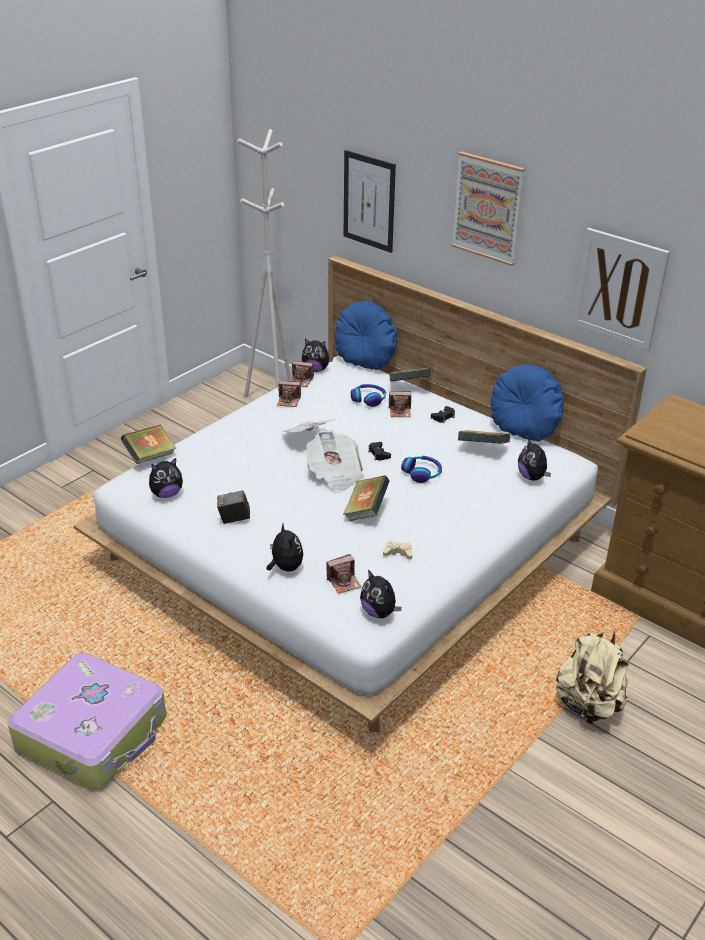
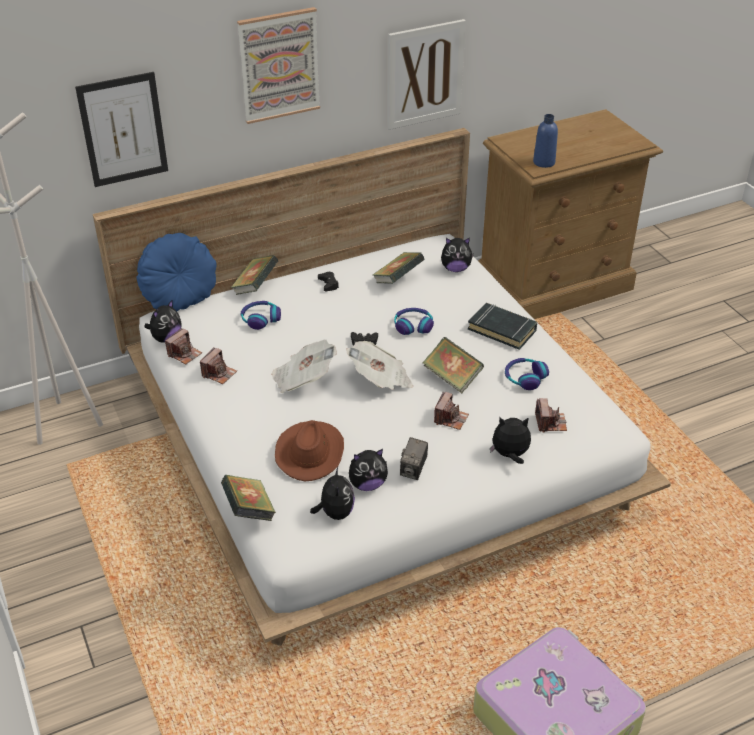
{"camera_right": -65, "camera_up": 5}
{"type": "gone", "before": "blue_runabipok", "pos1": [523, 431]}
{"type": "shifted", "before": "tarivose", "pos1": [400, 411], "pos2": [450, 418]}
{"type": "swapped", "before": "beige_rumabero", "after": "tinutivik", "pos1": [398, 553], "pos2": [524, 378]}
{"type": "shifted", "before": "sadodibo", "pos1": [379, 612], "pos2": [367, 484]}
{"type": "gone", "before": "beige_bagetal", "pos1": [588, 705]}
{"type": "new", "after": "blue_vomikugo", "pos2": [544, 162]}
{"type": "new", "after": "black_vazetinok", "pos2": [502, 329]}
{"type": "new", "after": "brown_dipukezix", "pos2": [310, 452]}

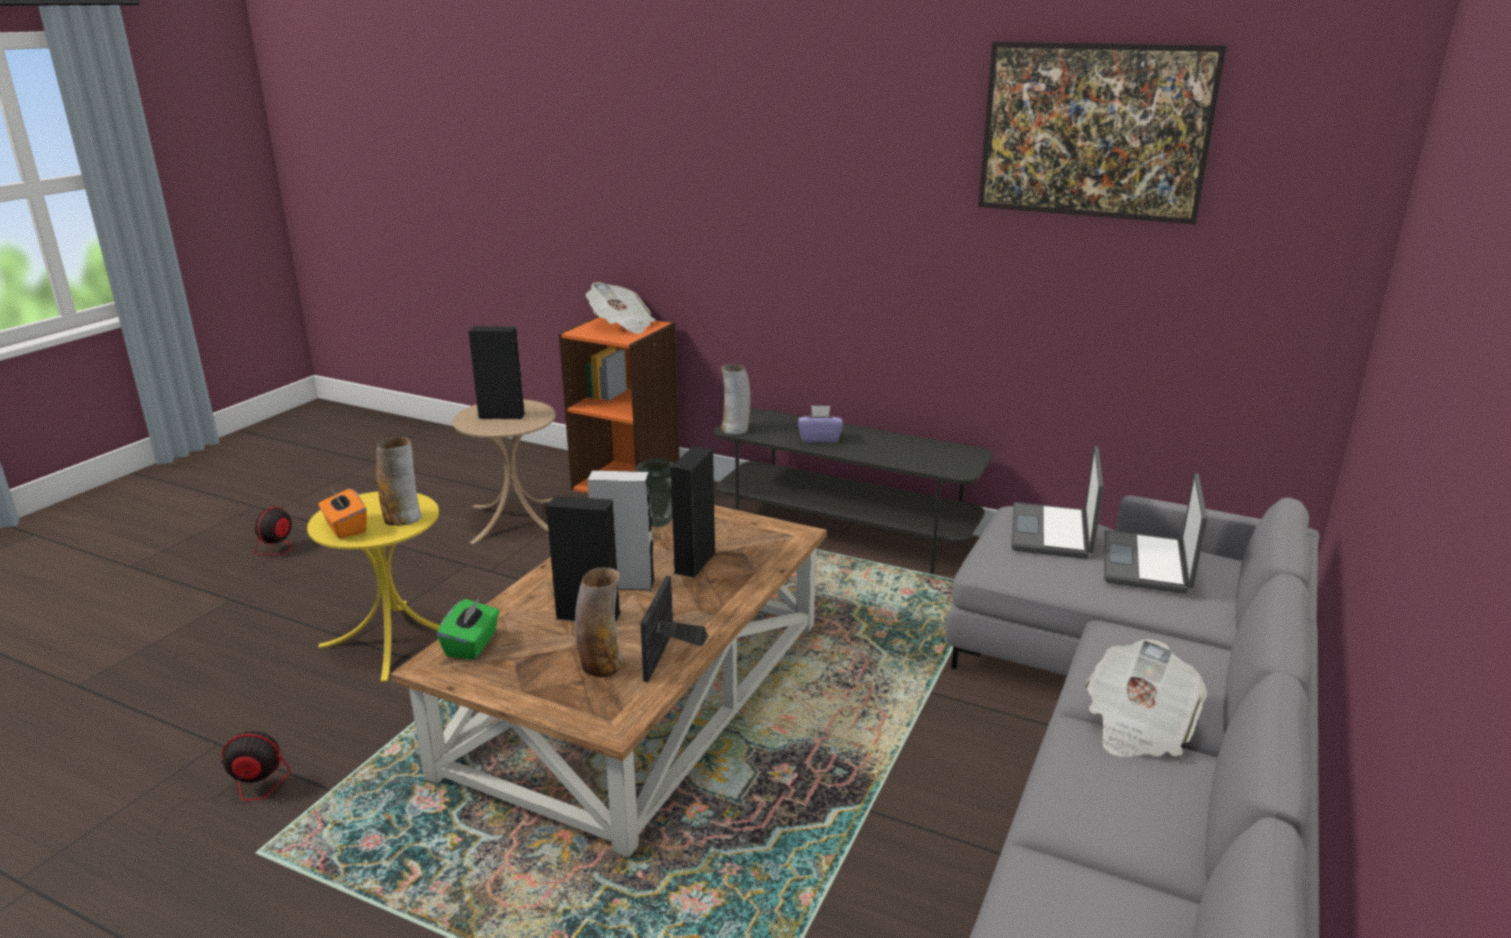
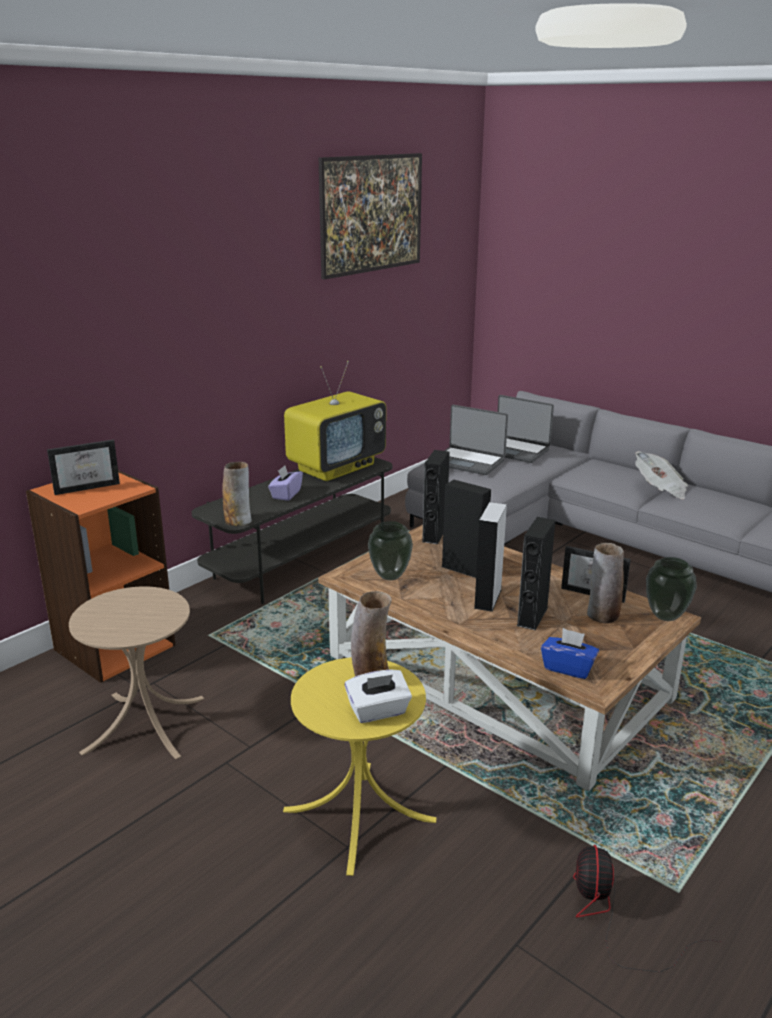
{"camera_right": -75, "camera_up": 0}
{"type": "swapped", "before": "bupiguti", "after": "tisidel", "pos1": [621, 325], "pos2": [87, 486]}
{"type": "shifted", "before": "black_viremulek", "pos1": [501, 415], "pos2": [434, 534]}
{"type": "repainted", "before": "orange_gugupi", "after": "white_gugupi", "pos1": [345, 528], "pos2": [378, 711]}
{"type": "gone", "before": "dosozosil", "pos1": [280, 558]}
{"type": "repainted", "before": "green_gugupi", "after": "blue_gugupi", "pos1": [472, 645], "pos2": [568, 668]}
{"type": "new", "after": "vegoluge", "pos2": [336, 467]}
{"type": "new", "after": "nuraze", "pos2": [666, 617]}

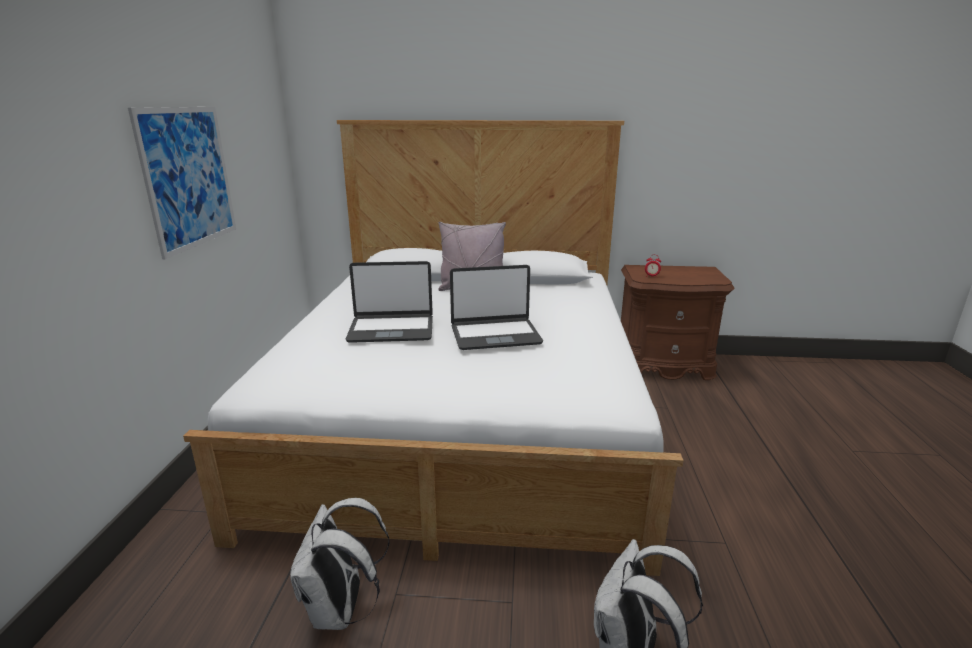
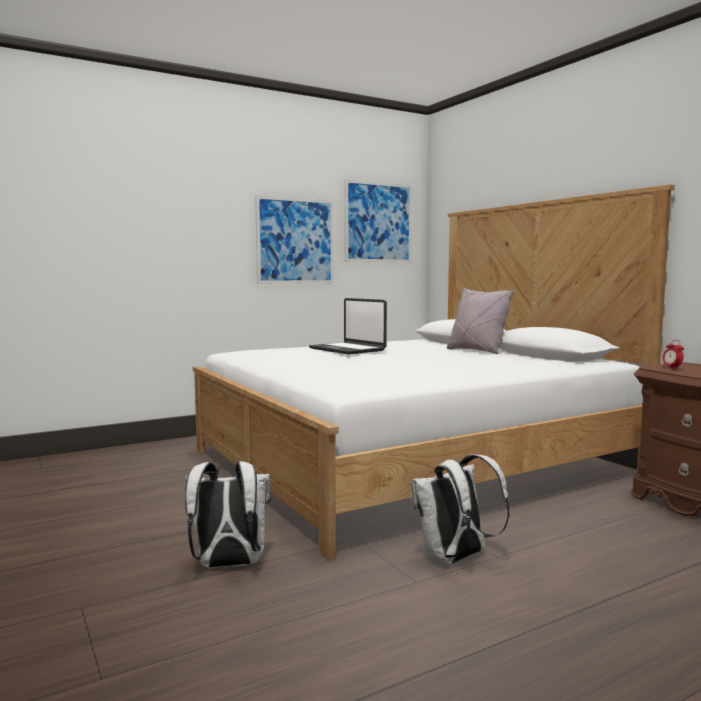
{"camera_right": 55, "camera_up": -15}
{"type": "gone", "before": "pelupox", "pos1": [495, 335]}
{"type": "shifted", "before": "white_bagetal", "pos1": [341, 610], "pos2": [455, 558]}
{"type": "new", "after": "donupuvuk", "pos2": [378, 222]}

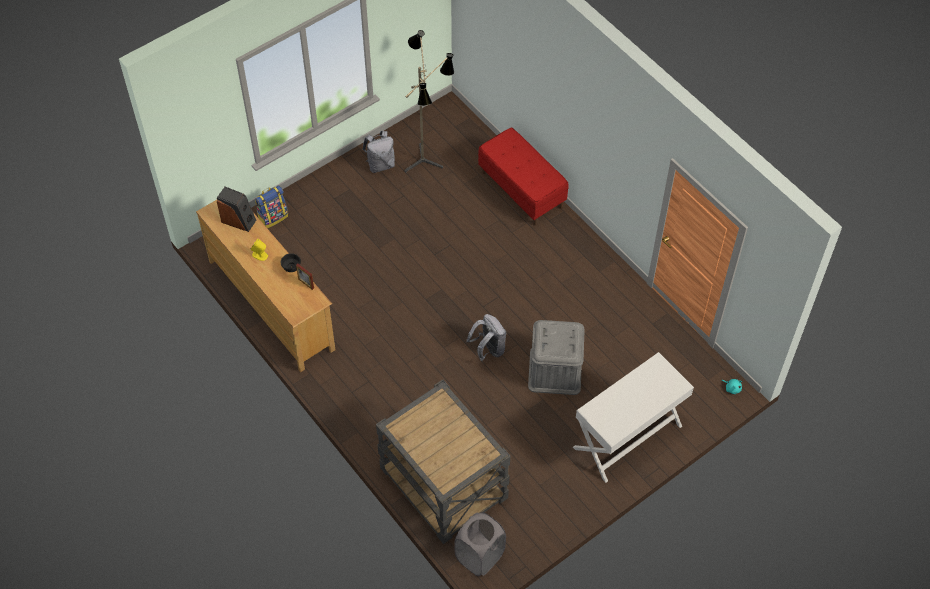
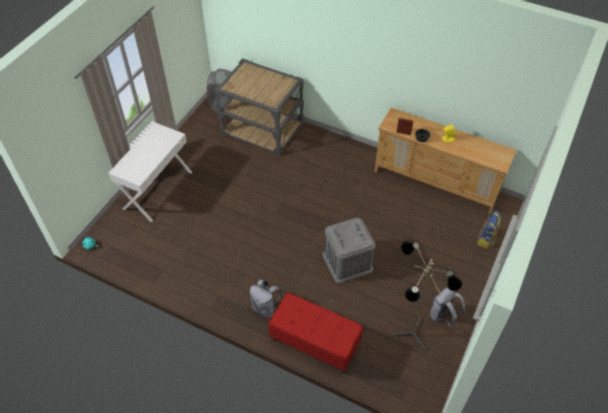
{"camera_right": 155, "camera_up": -5}
{"type": "gone", "before": "viremulek", "pos1": [239, 220]}
{"type": "shifted", "before": "grey_bagetal", "pos1": [488, 349], "pos2": [265, 308]}
{"type": "shifted", "before": "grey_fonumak", "pos1": [555, 371], "pos2": [347, 262]}

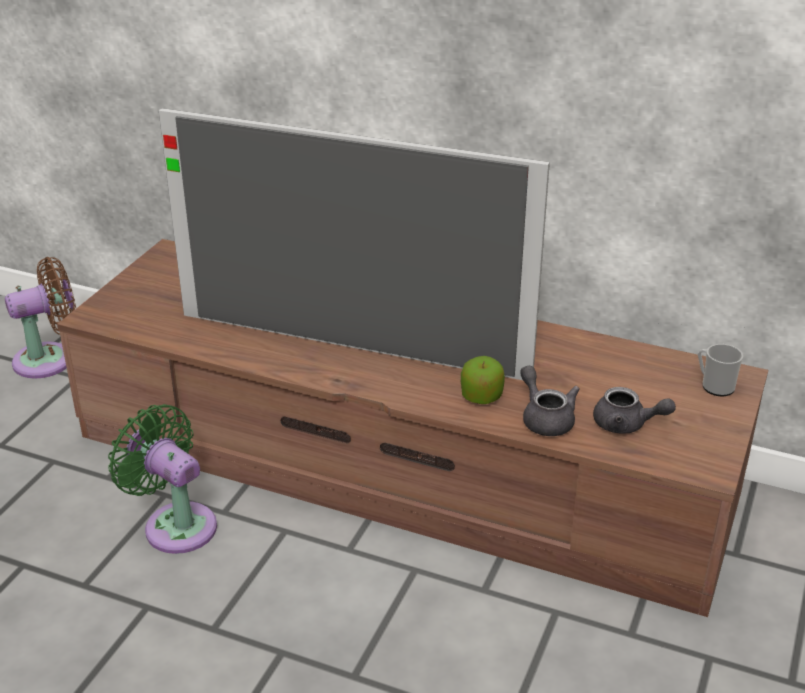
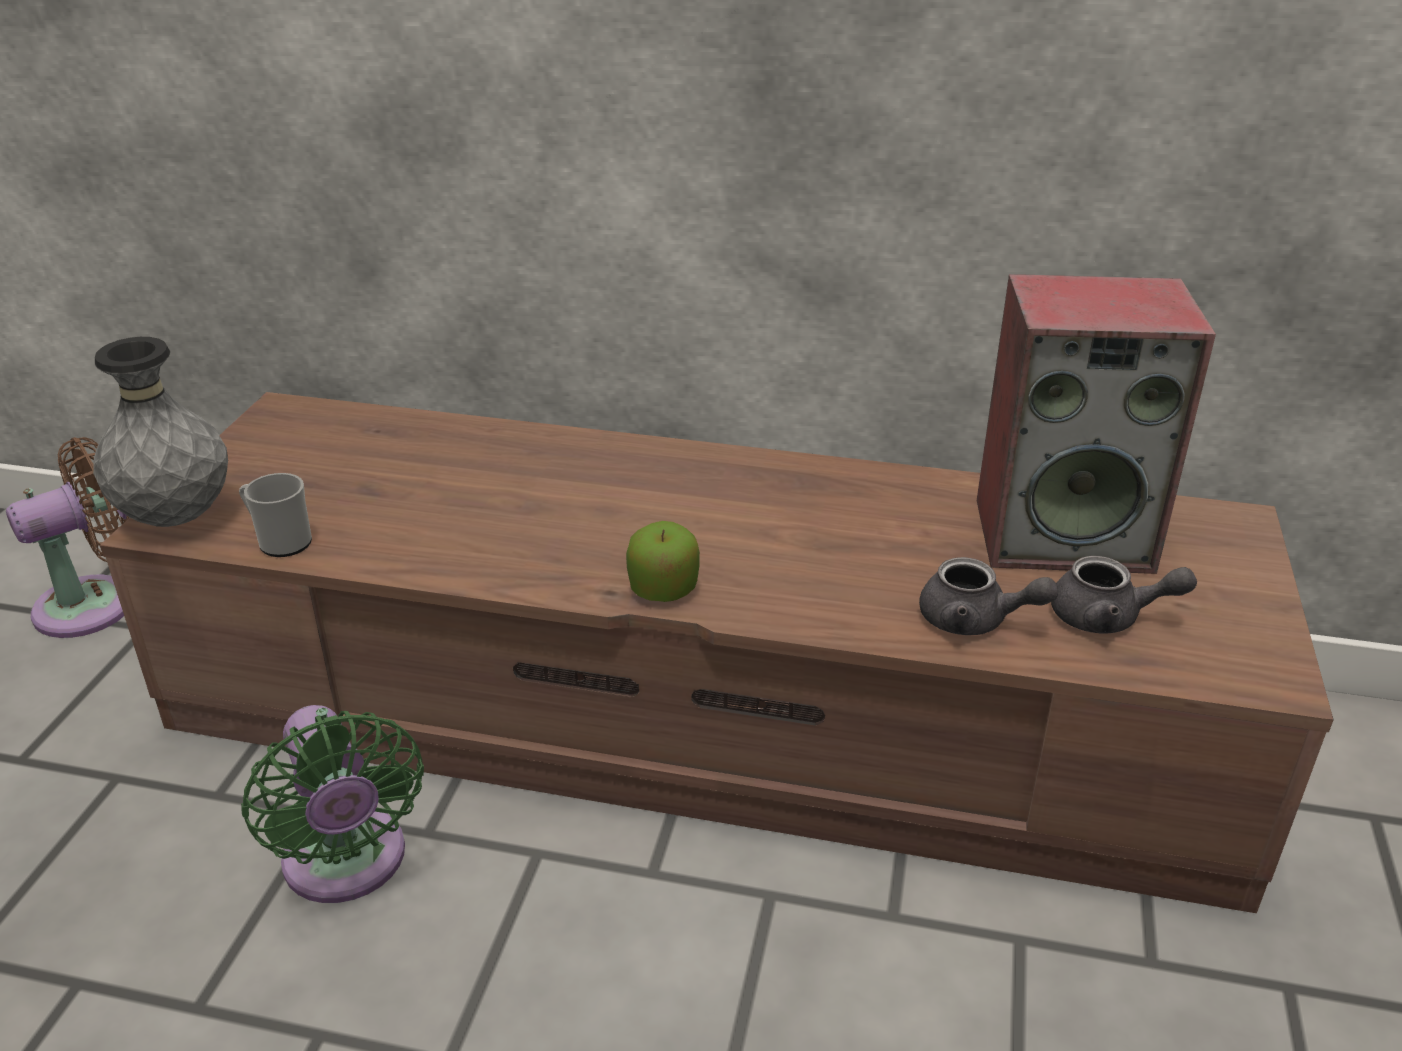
{"camera_right": -10, "camera_up": 0}
{"type": "gone", "before": "vegoluge", "pos1": [350, 346]}
{"type": "shifted", "before": "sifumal", "pos1": [714, 386], "pos2": [280, 541]}
{"type": "shifted", "before": "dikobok", "pos1": [481, 396], "pos2": [663, 589]}
{"type": "rotated", "before": "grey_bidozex", "pos1": [545, 418], "pos2": [975, 621], "turn": 150}
{"type": "rotated", "before": "green_dosozosil", "pos1": [175, 524], "pos2": [348, 866], "turn": -150}
{"type": "new", "after": "viremulek", "pos2": [1065, 534]}
{"type": "new", "after": "grey_nuraze", "pos2": [176, 518]}

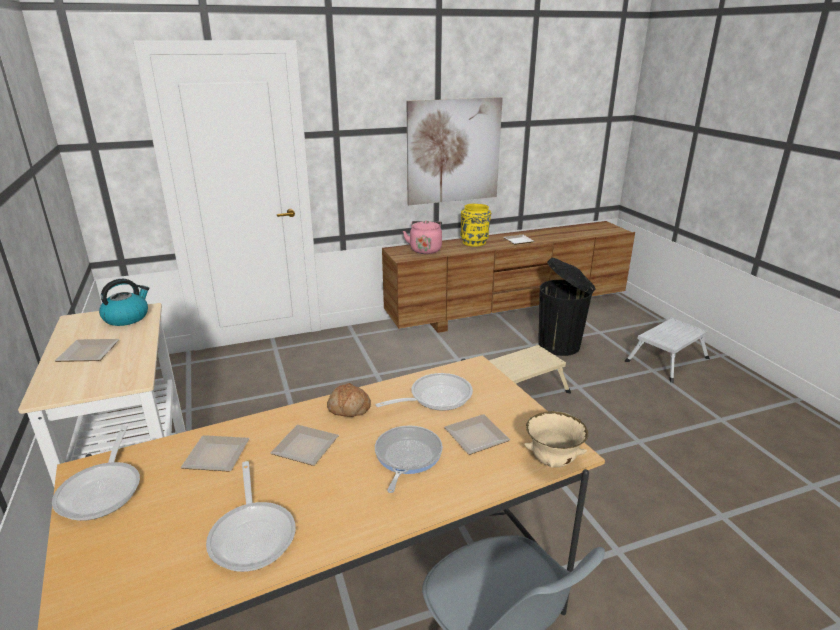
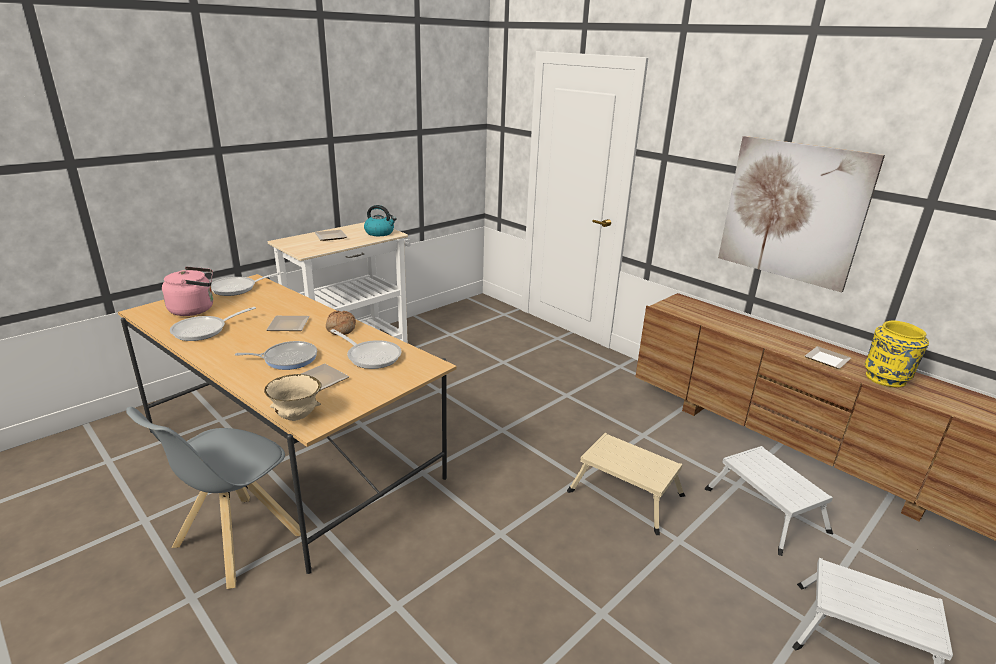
{"camera_right": 65, "camera_up": 0}
{"type": "shifted", "before": "yellow_nuraze", "pos1": [474, 242], "pos2": [886, 379]}
{"type": "shifted", "before": "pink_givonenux", "pos1": [425, 249], "pos2": [195, 309]}
{"type": "swapped", "before": "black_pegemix", "after": "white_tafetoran", "pos1": [560, 345], "pos2": [766, 510]}
{"type": "gone", "before": "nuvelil", "pos1": [215, 455]}

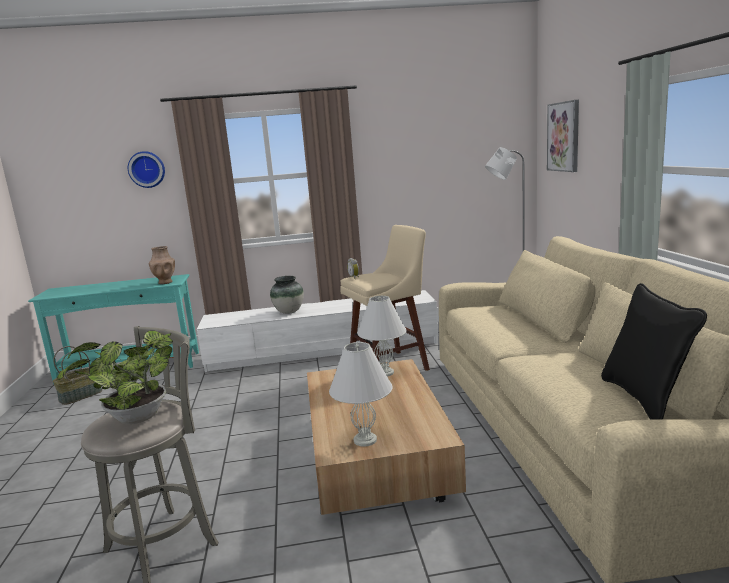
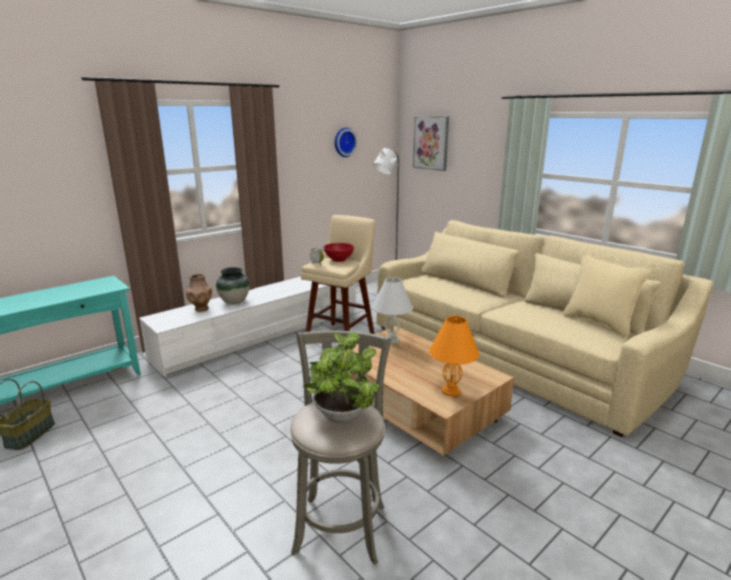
{"camera_right": -35, "camera_up": 5}
{"type": "shifted", "before": "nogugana", "pos1": [147, 169], "pos2": [344, 142]}
{"type": "shifted", "before": "brown_nuraze", "pos1": [165, 282], "pos2": [201, 309]}
{"type": "repainted", "before": "black_runabipok", "after": "beige_runabipok", "pos1": [644, 398], "pos2": [598, 323]}
{"type": "repainted", "before": "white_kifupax", "after": "orange_kifupax", "pos1": [364, 440], "pos2": [451, 391]}
{"type": "new", "after": "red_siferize", "pos2": [338, 259]}

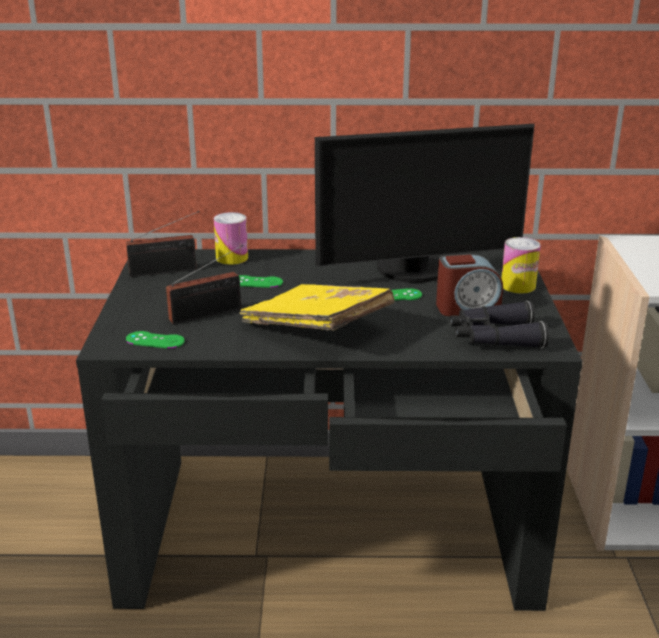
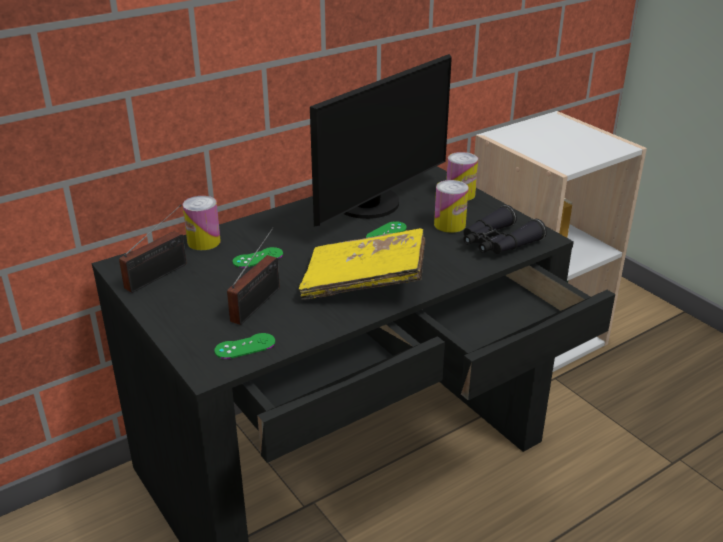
{"camera_right": -35, "camera_up": 5}
{"type": "swapped", "before": "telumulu", "after": "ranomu", "pos1": [467, 308], "pos2": [449, 225]}

